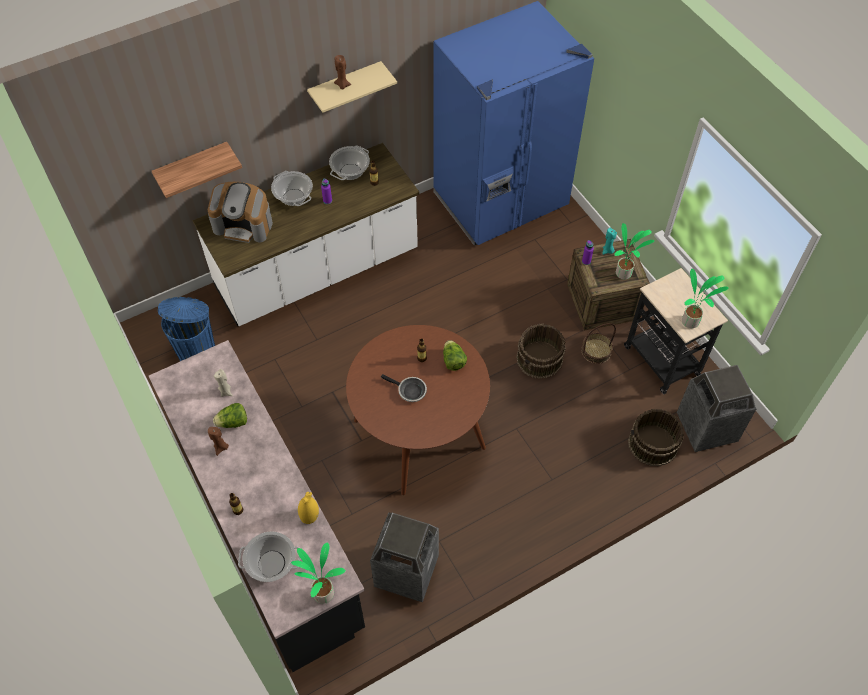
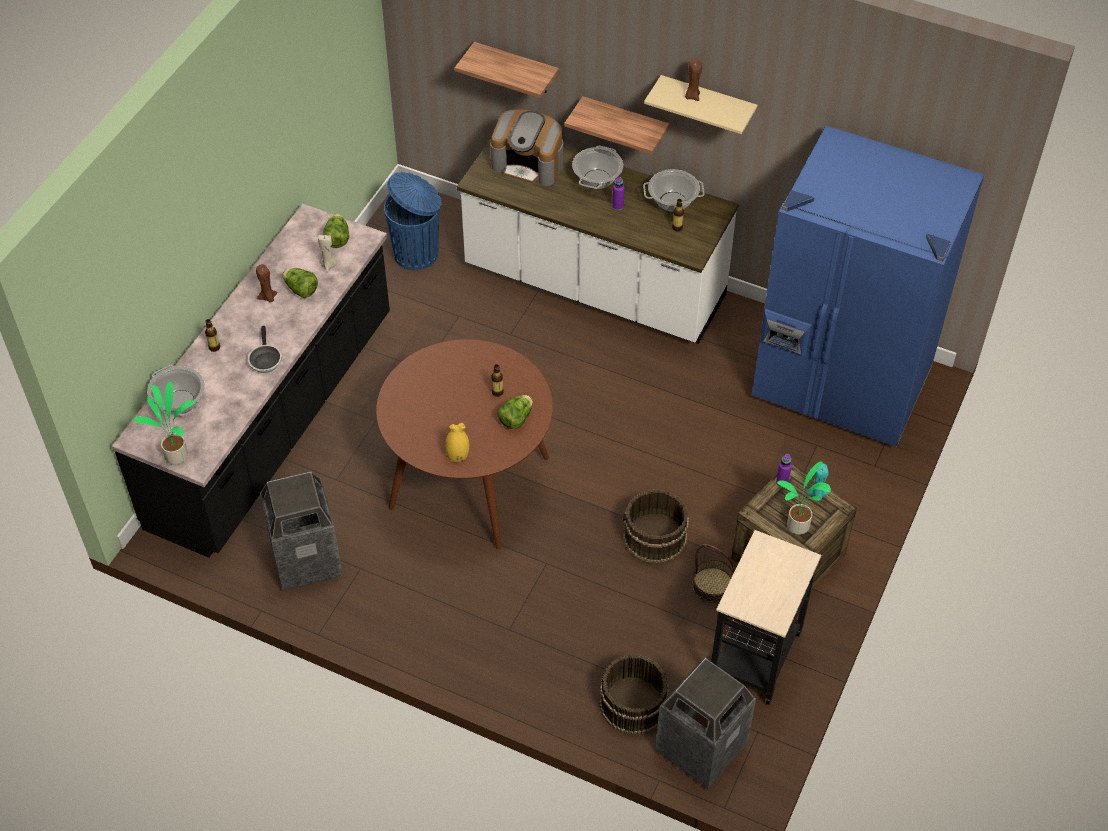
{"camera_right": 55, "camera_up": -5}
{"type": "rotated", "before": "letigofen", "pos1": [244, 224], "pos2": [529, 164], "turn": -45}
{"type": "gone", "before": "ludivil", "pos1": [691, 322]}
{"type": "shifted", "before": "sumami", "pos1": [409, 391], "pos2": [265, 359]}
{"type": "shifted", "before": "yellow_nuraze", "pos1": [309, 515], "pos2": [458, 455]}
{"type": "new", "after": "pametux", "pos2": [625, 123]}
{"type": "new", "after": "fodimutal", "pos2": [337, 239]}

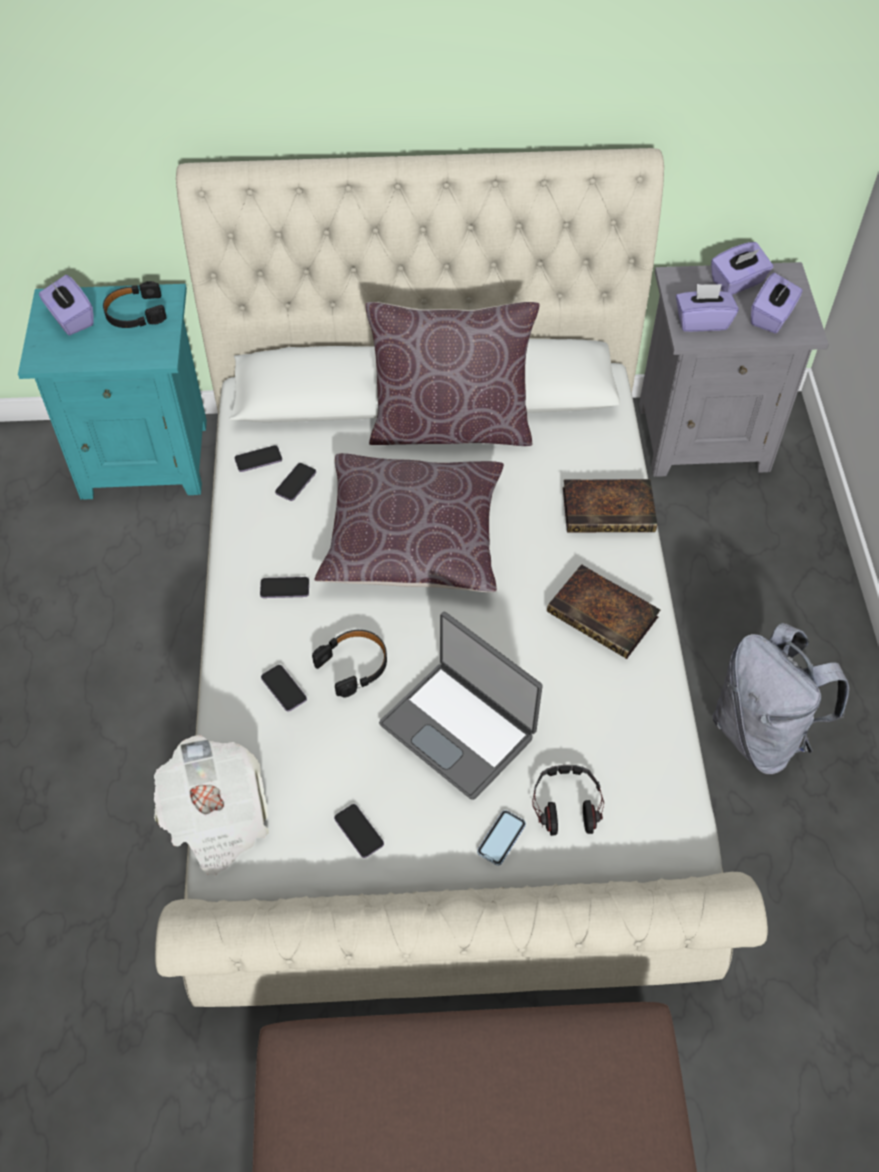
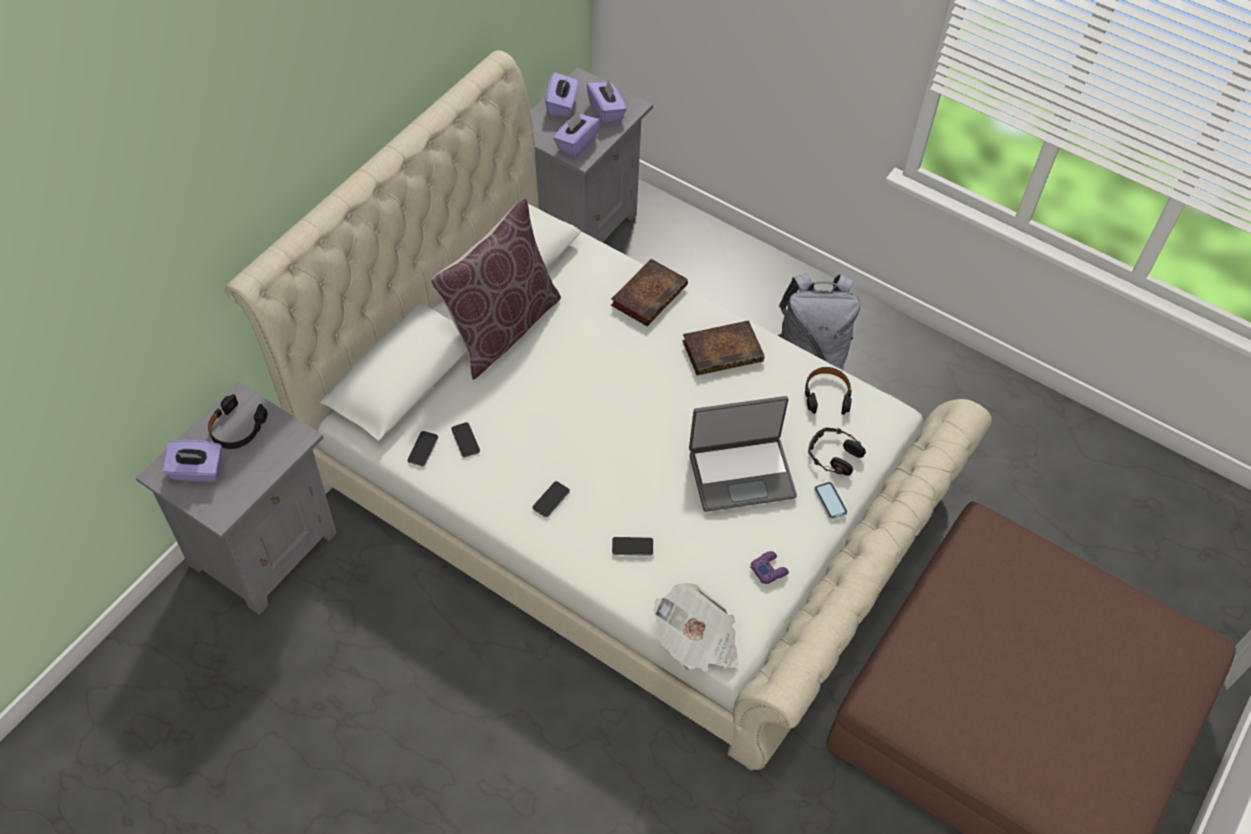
{"camera_right": -55, "camera_up": 0}
{"type": "repainted", "before": "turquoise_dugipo", "after": "grey_dugipo", "pos1": [146, 461], "pos2": [267, 549]}
{"type": "gone", "before": "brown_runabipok", "pos1": [412, 539]}
{"type": "shifted", "before": "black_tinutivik", "pos1": [354, 665], "pos2": [827, 394]}
{"type": "swapped", "before": "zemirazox", "after": "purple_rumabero", "pos1": [359, 831], "pos2": [769, 569]}

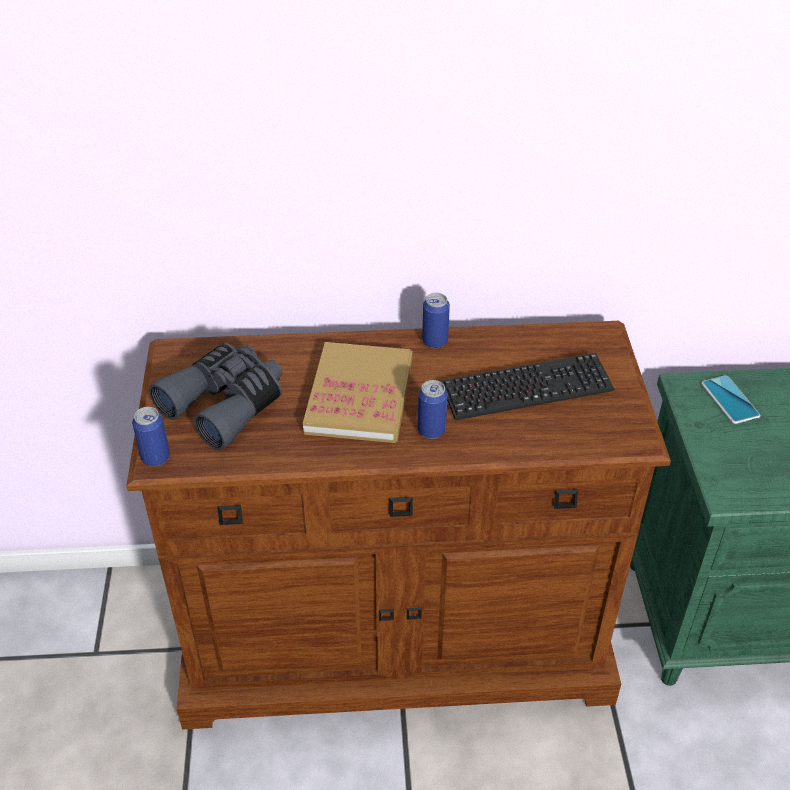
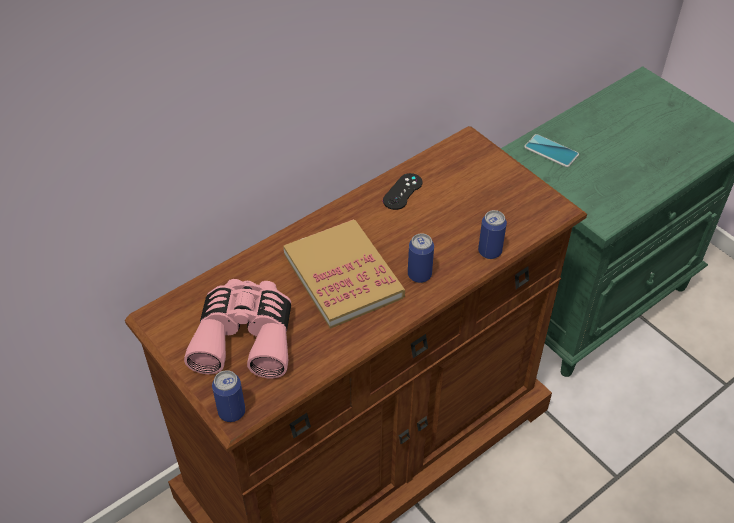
{"camera_right": -35, "camera_up": 5}
{"type": "shifted", "before": "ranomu", "pos1": [435, 341], "pos2": [489, 251]}
{"type": "repainted", "before": "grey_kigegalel", "after": "pink_kigegalel", "pos1": [226, 403], "pos2": [245, 336]}
{"type": "gone", "before": "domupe", "pos1": [526, 389]}
{"type": "new", "after": "black_rumabero", "pos2": [402, 192]}

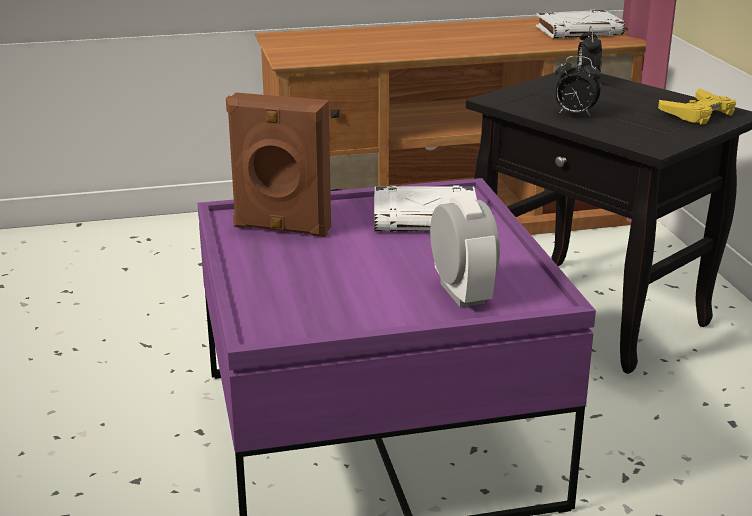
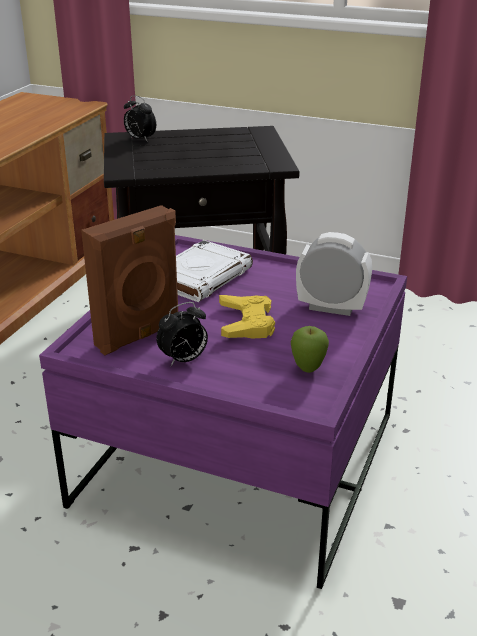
{"camera_right": -55, "camera_up": 5}
{"type": "gone", "before": "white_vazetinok", "pos1": [579, 31]}
{"type": "shifted", "before": "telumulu", "pos1": [574, 114], "pos2": [184, 360]}
{"type": "shifted", "before": "yellow_rumabero", "pos1": [698, 113], "pos2": [246, 323]}
{"type": "new", "after": "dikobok", "pos2": [308, 370]}

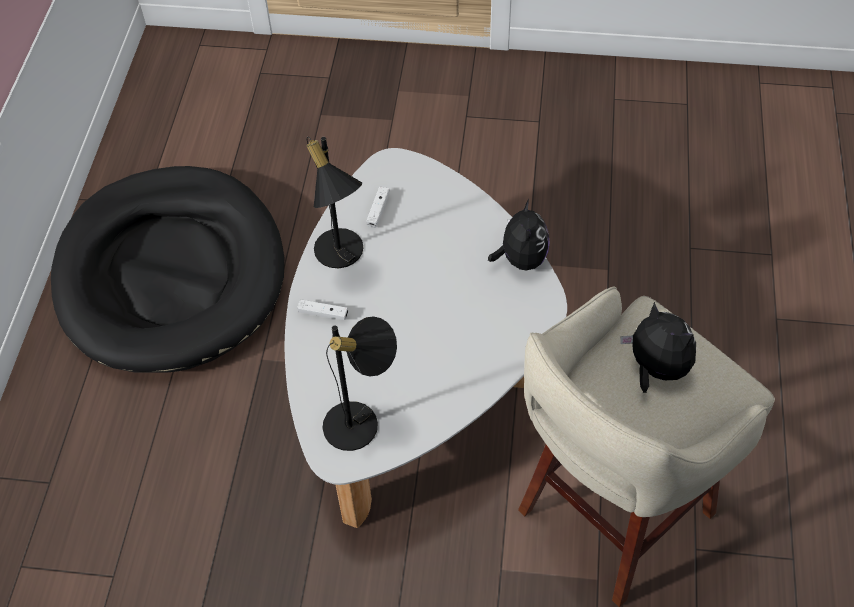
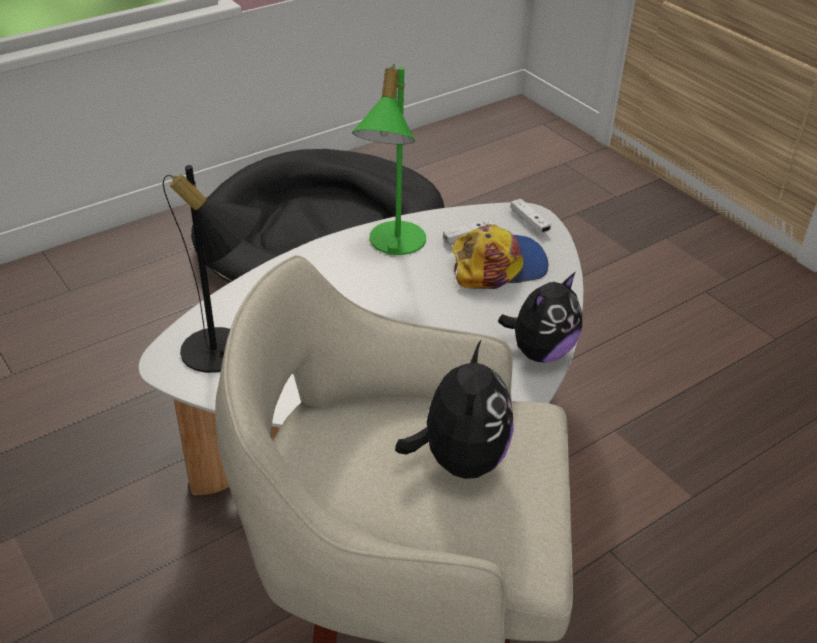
{"camera_right": 45, "camera_up": -15}
{"type": "repainted", "before": "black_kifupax", "after": "green_kifupax", "pos1": [341, 256], "pos2": [391, 244]}
{"type": "shifted", "before": "white_rumabero", "pos1": [323, 313], "pos2": [529, 222]}
{"type": "new", "after": "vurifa", "pos2": [498, 266]}

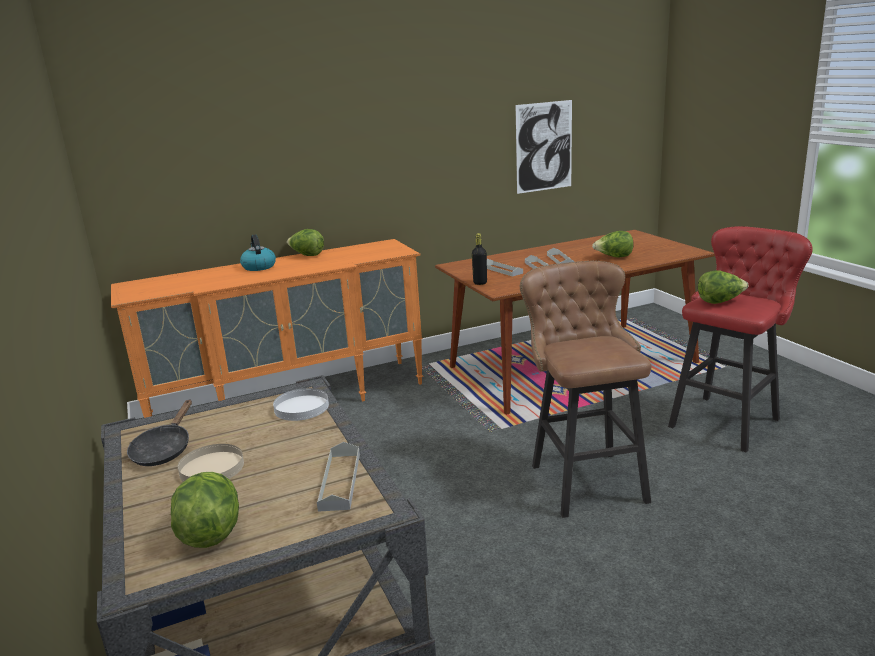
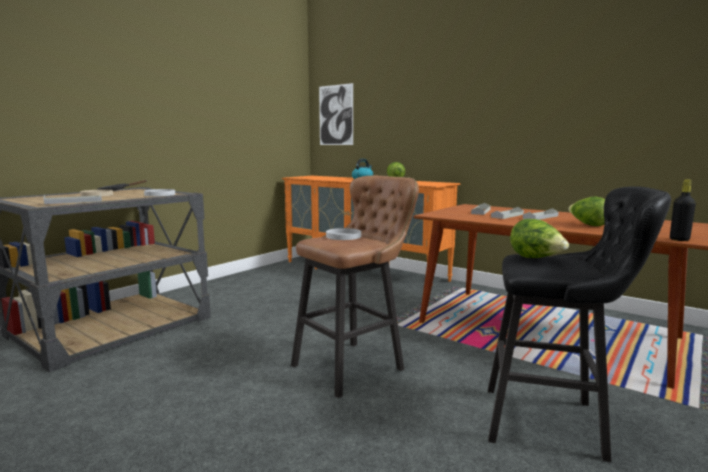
{"camera_right": 60, "camera_up": -10}
{"type": "shifted", "before": "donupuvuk", "pos1": [544, 147], "pos2": [336, 115]}
{"type": "repainted", "before": "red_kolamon", "after": "black_kolamon", "pos1": [729, 418], "pos2": [559, 424]}
{"type": "shifted", "before": "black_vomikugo", "pos1": [480, 283], "pos2": [679, 239]}
{"type": "gone", "before": "fodimutal", "pos1": [210, 531]}
{"type": "new", "after": "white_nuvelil", "pos2": [343, 236]}

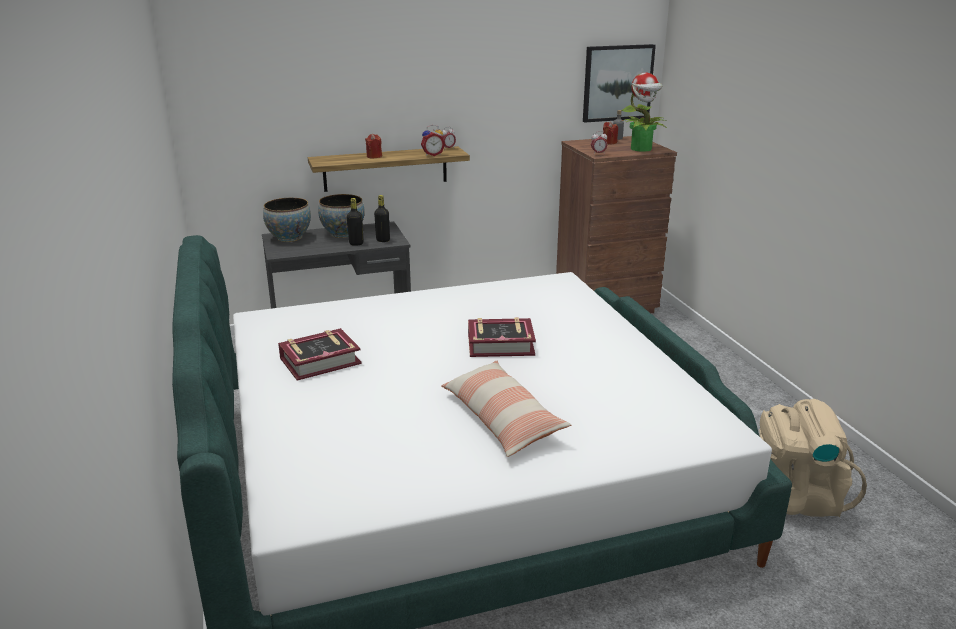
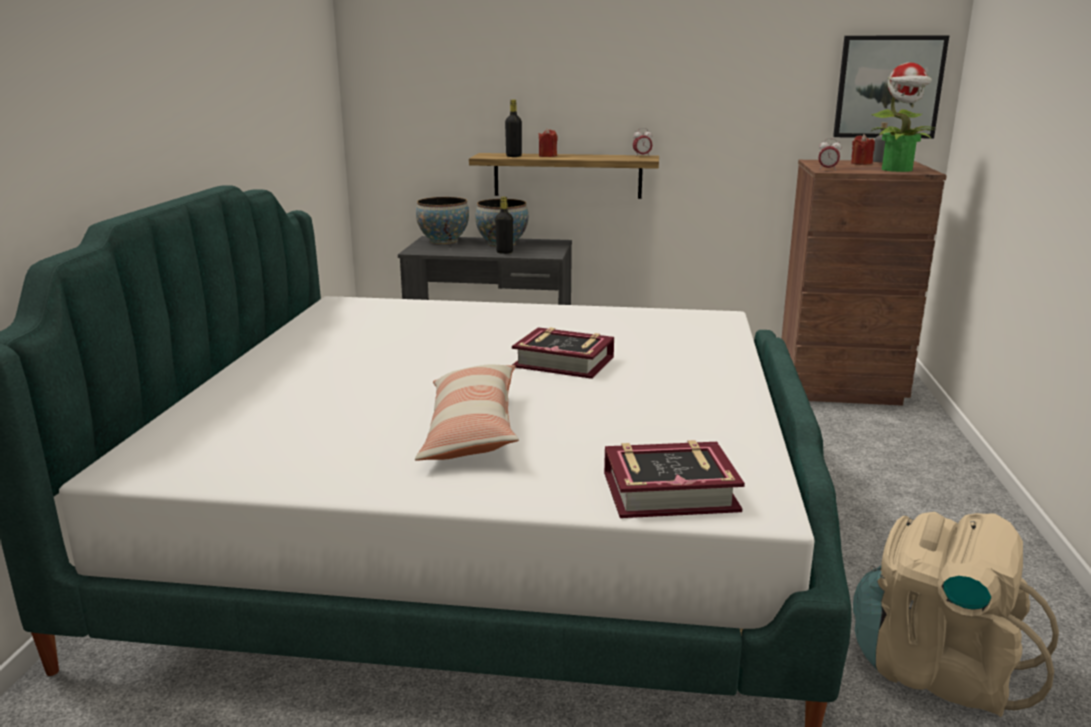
{"camera_right": 25, "camera_up": -5}
{"type": "gone", "before": "telumulu", "pos1": [432, 154]}
{"type": "shifted", "before": "black_vomikugo", "pos1": [383, 240], "pos2": [513, 156]}
{"type": "shifted", "before": "vazetinok", "pos1": [320, 361], "pos2": [669, 491]}

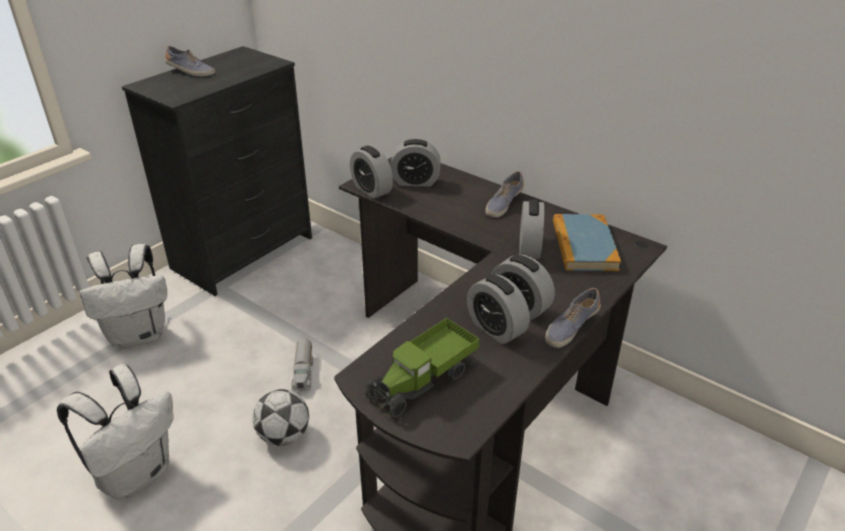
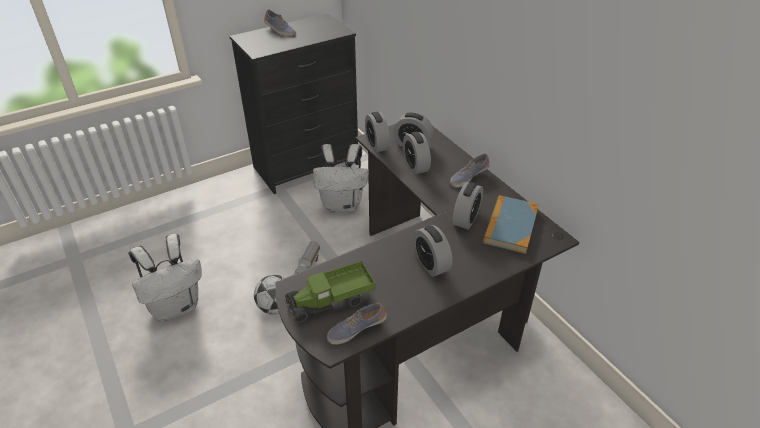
{"camera_right": 20, "camera_up": 5}
{"type": "shifted", "before": "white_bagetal", "pos1": [139, 334], "pos2": [342, 204]}
{"type": "shifted", "before": "telumulu", "pos1": [496, 329], "pos2": [415, 166]}
{"type": "shifted", "before": "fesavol", "pos1": [571, 327], "pos2": [356, 329]}

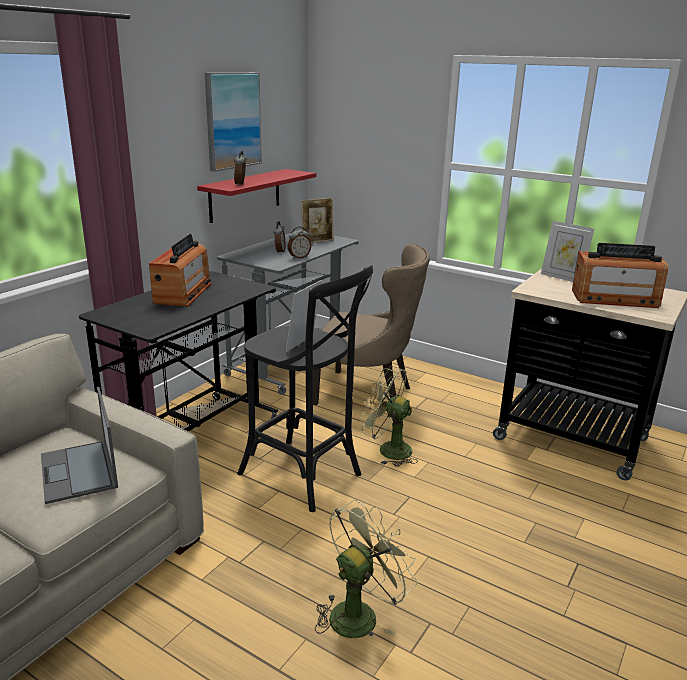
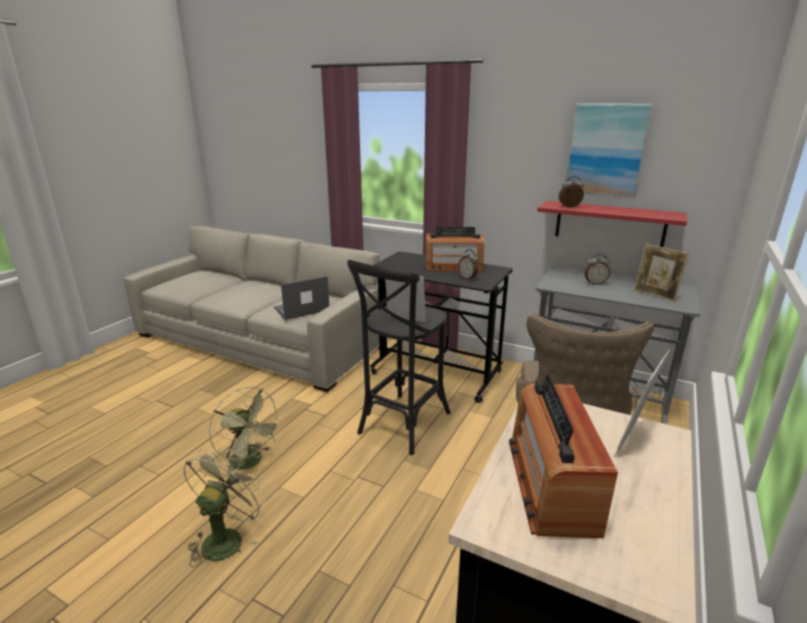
{"camera_right": 85, "camera_up": 0}
{"type": "shifted", "before": "telumulu", "pos1": [299, 257], "pos2": [468, 278]}
{"type": "shifted", "before": "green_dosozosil", "pos1": [387, 450], "pos2": [226, 537]}

